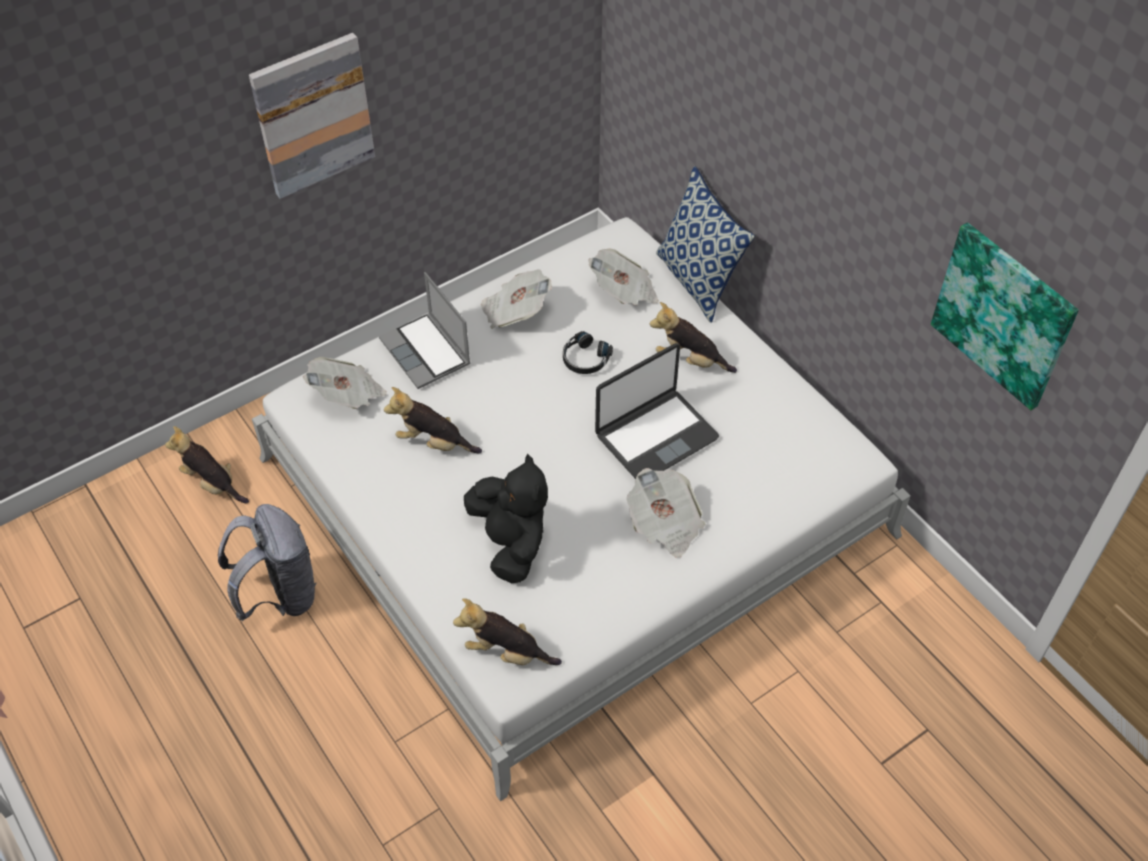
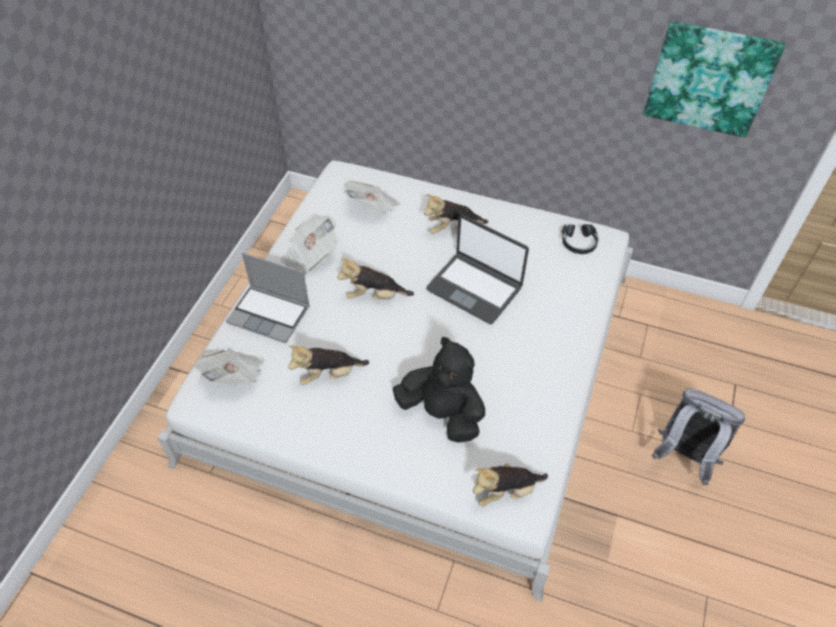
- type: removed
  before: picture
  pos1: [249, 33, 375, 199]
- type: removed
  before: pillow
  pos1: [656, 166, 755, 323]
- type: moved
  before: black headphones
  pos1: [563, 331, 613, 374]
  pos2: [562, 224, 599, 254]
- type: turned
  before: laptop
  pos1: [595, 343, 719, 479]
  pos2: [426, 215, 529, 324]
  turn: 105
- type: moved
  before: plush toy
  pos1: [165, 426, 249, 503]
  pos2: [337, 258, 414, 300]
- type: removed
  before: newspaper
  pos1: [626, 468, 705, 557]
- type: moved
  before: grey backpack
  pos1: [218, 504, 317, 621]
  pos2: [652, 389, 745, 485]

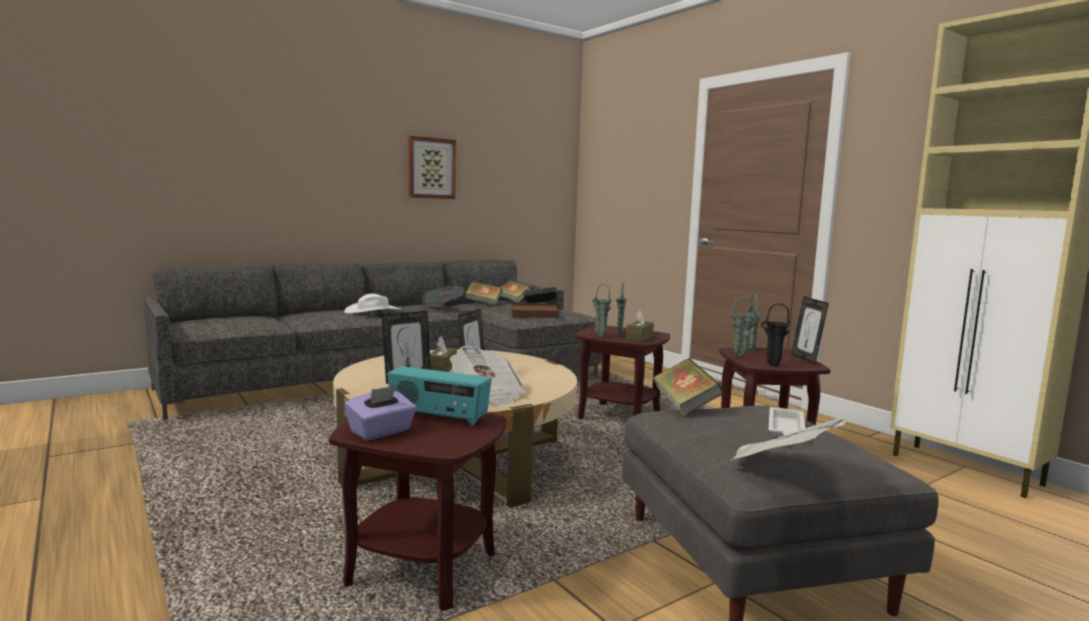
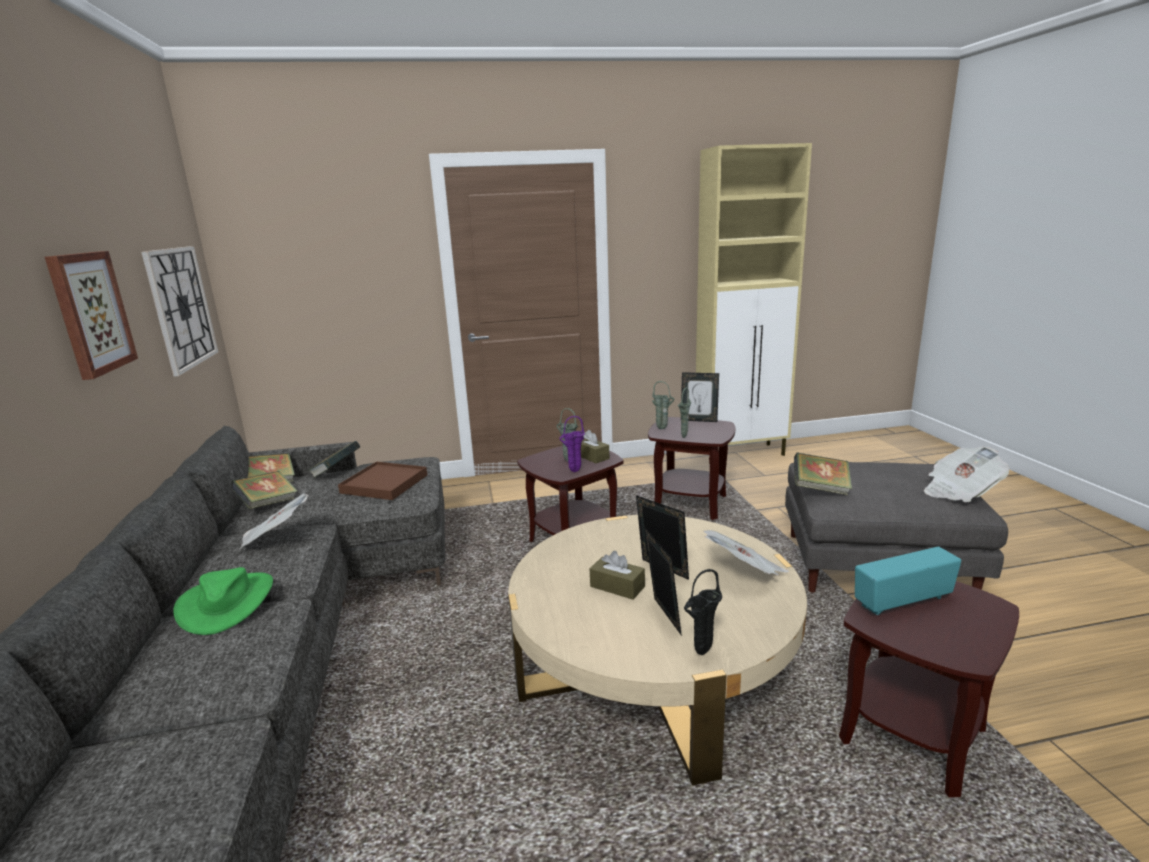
- type: recoloured
  before: green vase
  after: purple vase
  pos1: [592, 283, 612, 337]
  pos2: [559, 416, 585, 472]
- type: recoloured
  before: white hat
  after: green hat
  pos1: [344, 293, 401, 314]
  pos2: [173, 567, 273, 635]
- type: moved
  before: black vase
  pos1: [761, 303, 790, 366]
  pos2: [684, 569, 722, 655]
- type: turned
  before: radio
  pos1: [388, 366, 492, 426]
  pos2: [855, 547, 961, 615]
  turn: -150
- type: removed
  before: purple tissue box
  pos1: [344, 385, 416, 440]
- type: removed
  before: white tray
  pos1: [769, 407, 805, 437]
- type: added
  after: wall clock
  pos2: [141, 246, 218, 377]

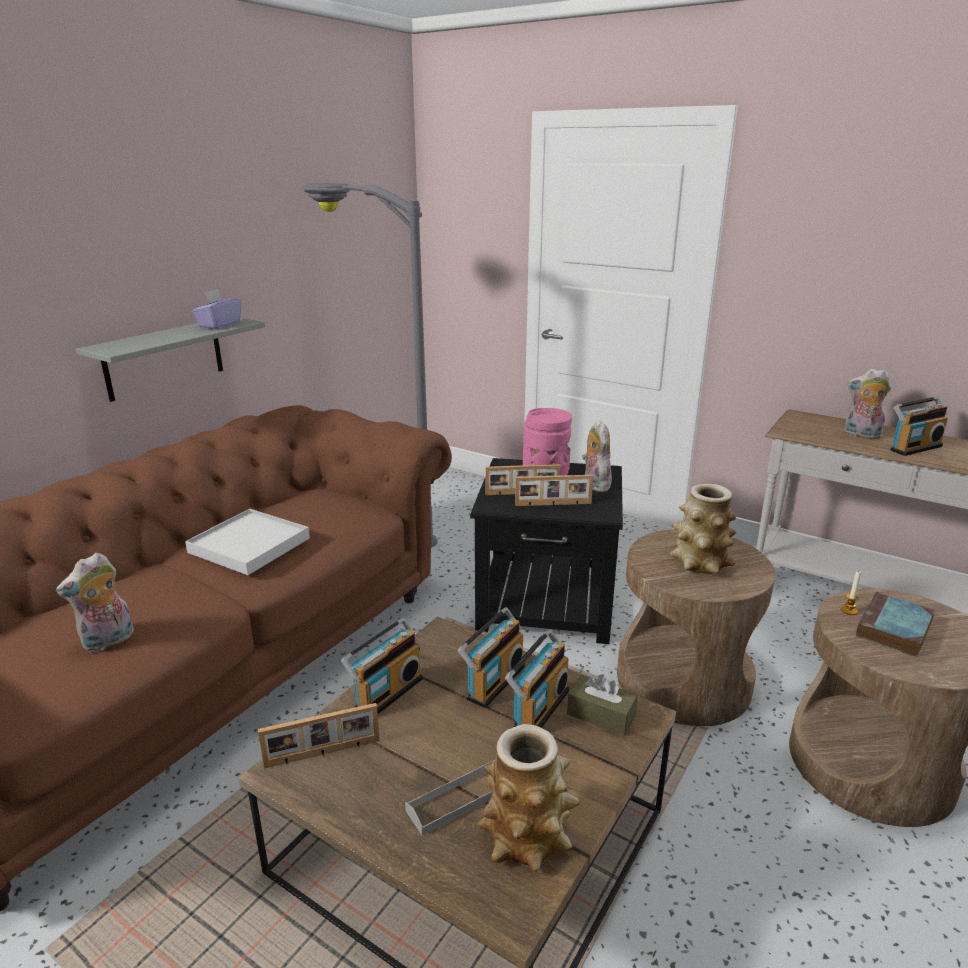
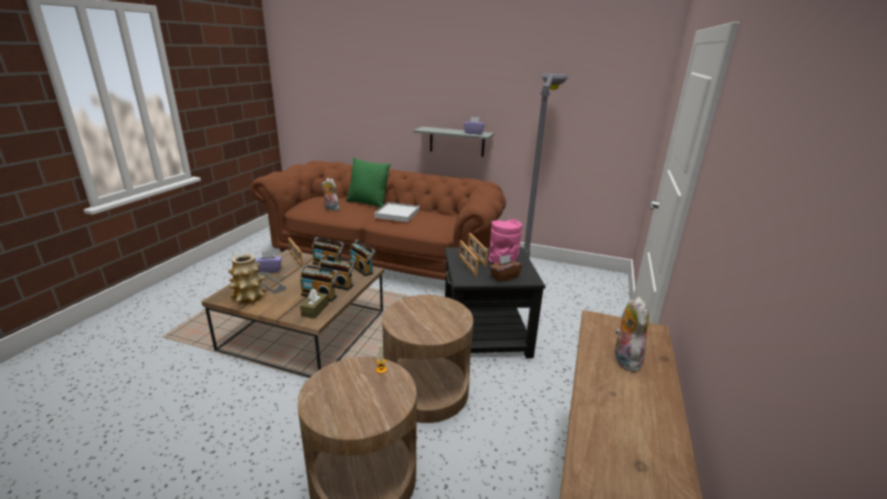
- type: moved
  before: radio
  pos1: [890, 396, 948, 456]
  pos2: [350, 239, 376, 276]
- type: replaced
  before: plush toy
  after: brown tissue box
  pos1: [582, 420, 612, 492]
  pos2: [489, 255, 522, 282]
- type: removed
  before: vase
  pos1: [670, 484, 736, 574]
- type: removed
  before: book
  pos1: [856, 592, 934, 657]
- type: added
  after: green pillow
  pos2: [346, 157, 391, 208]
- type: added
  after: purple tissue box
  pos2: [255, 251, 282, 273]

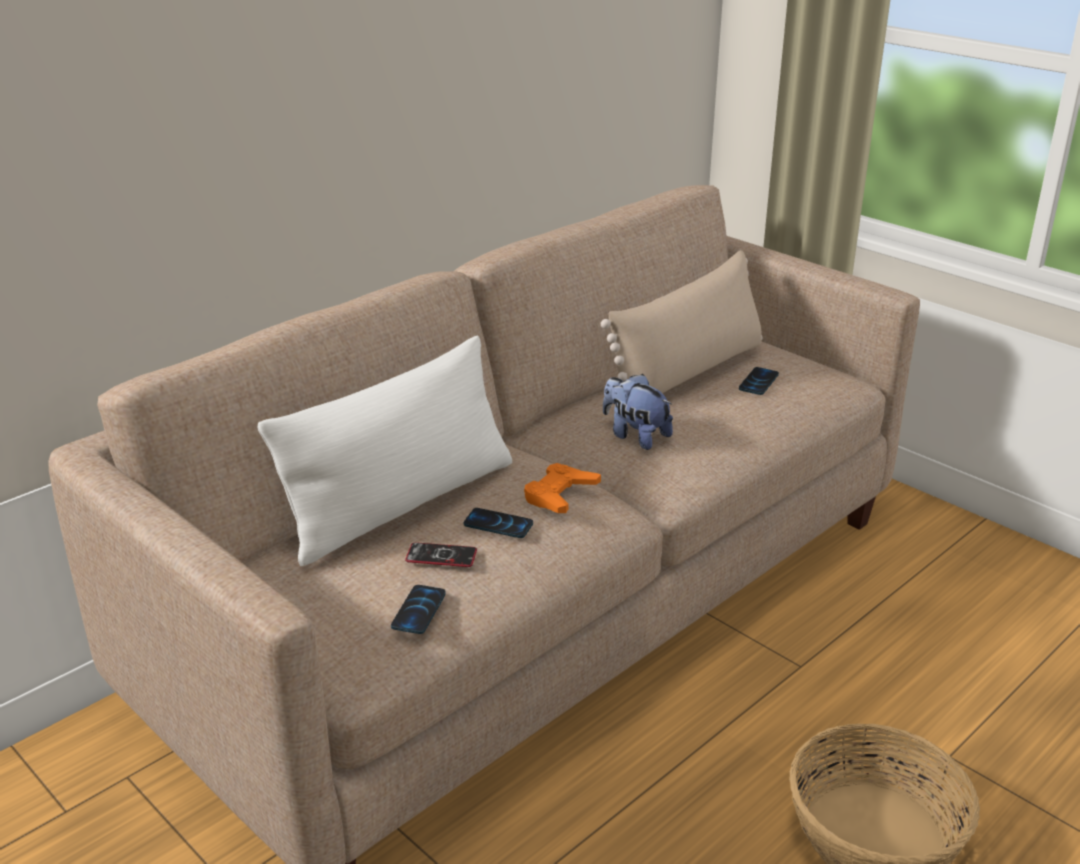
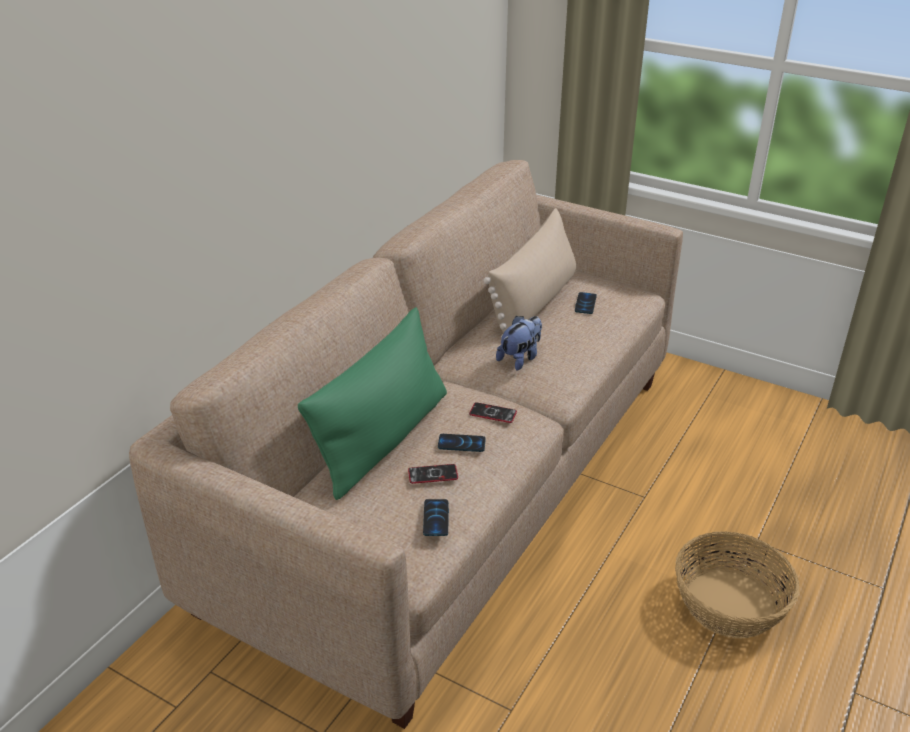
- type: recoloured
  before: white pillow
  after: green pillow
  pos1: [258, 335, 512, 566]
  pos2: [298, 307, 447, 500]
- type: turned
  before: plush toy
  pos1: [603, 374, 673, 450]
  pos2: [496, 316, 542, 371]
  turn: 105
- type: replaced
  before: orange game controller
  after: phone
  pos1: [524, 463, 601, 513]
  pos2: [469, 402, 517, 423]

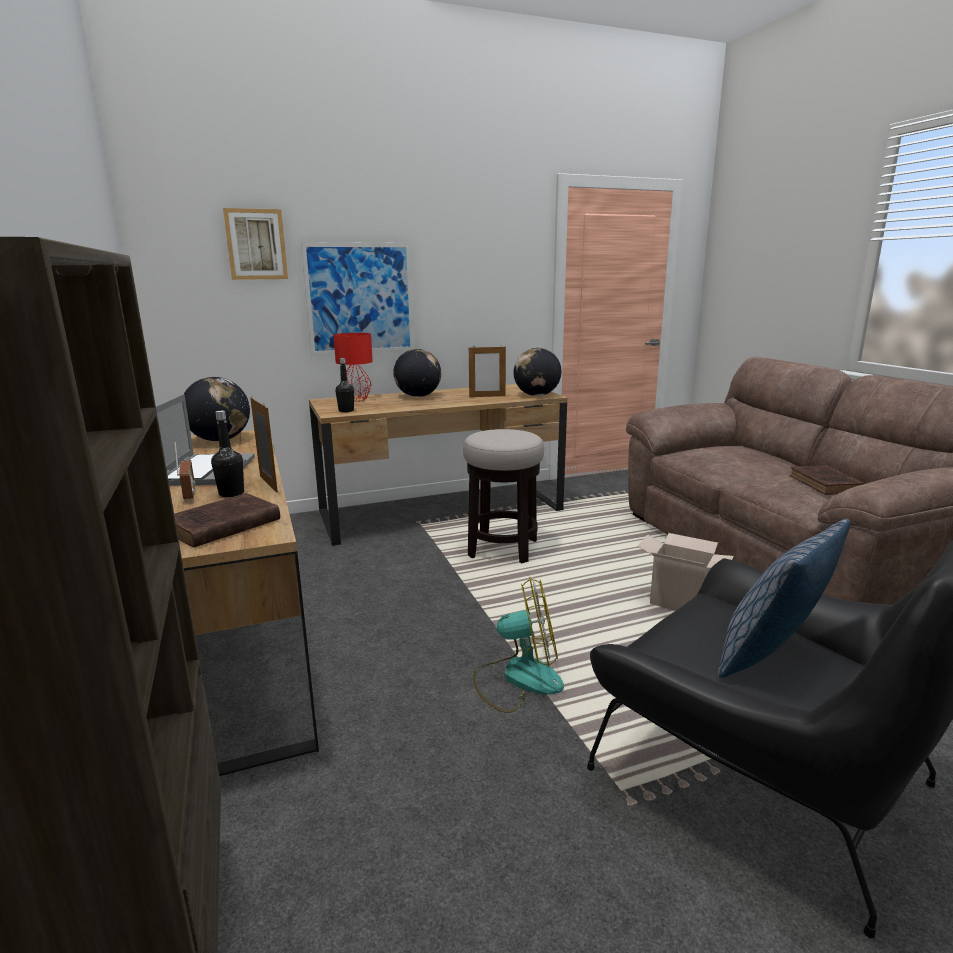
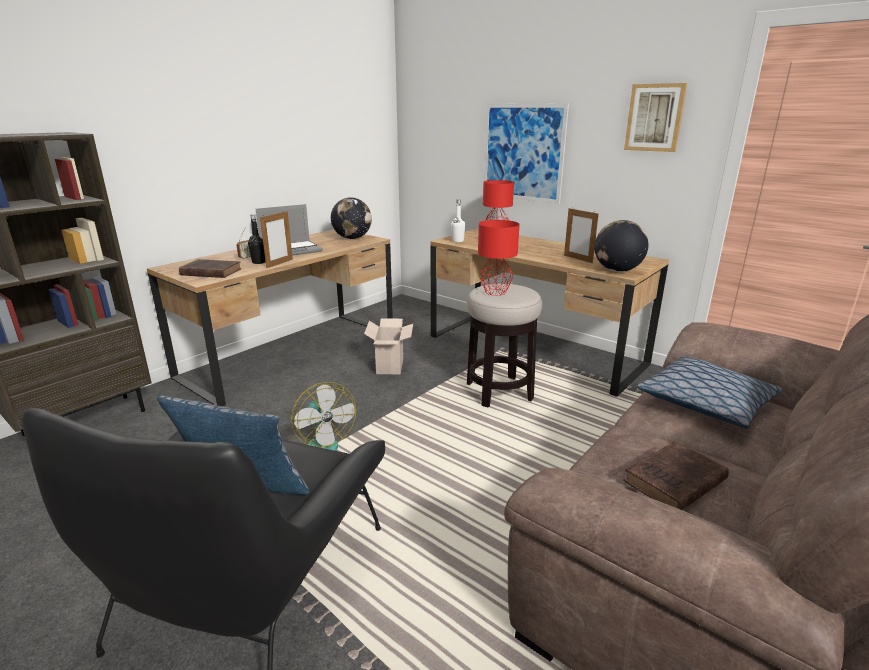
- type: moved
  before: picture
  pos1: [223, 208, 288, 280]
  pos2: [624, 83, 687, 152]
- type: removed
  before: globe
  pos1: [393, 349, 441, 397]
- type: recoloured
  before: black bottle
  after: white bottle
  pos1: [335, 358, 354, 413]
  pos2: [451, 199, 465, 242]
- type: moved
  before: cardboard box
  pos1: [638, 533, 734, 610]
  pos2: [364, 318, 413, 374]
- type: added
  after: red table lamp
  pos2: [478, 220, 520, 296]
- type: added
  after: pillow
  pos2: [637, 357, 783, 429]

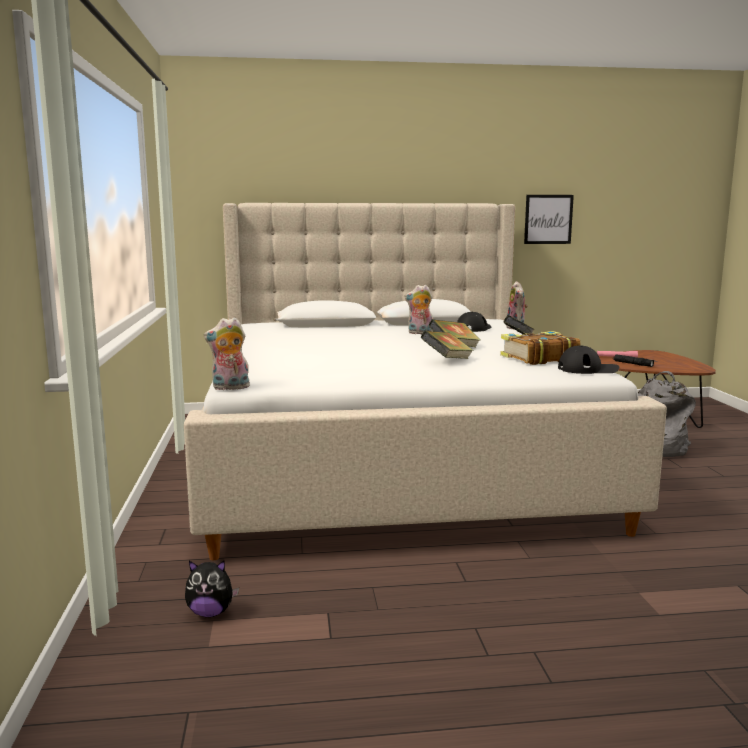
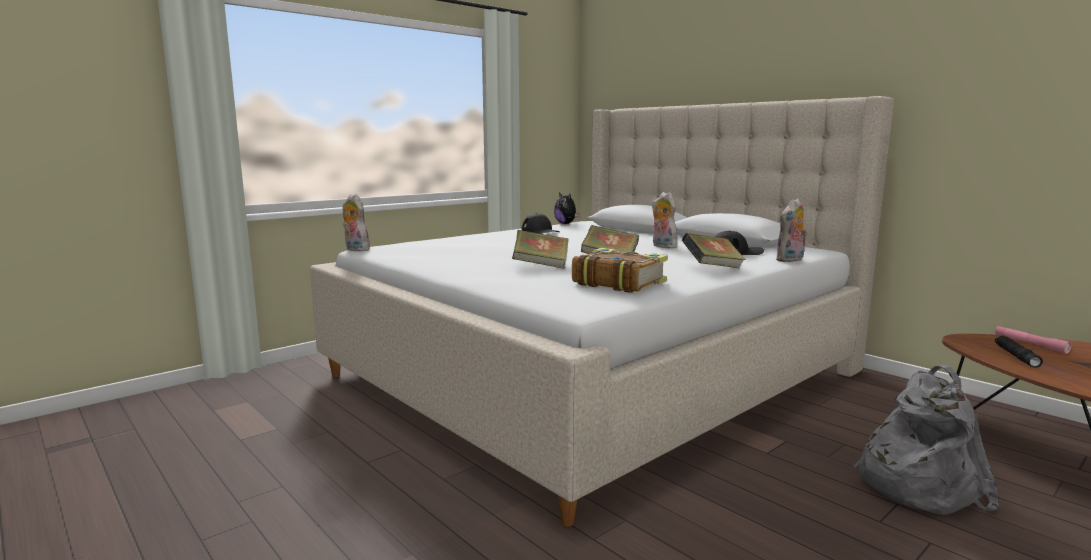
- type: removed
  before: picture
  pos1: [524, 195, 574, 244]
- type: moved
  before: black cap
  pos1: [558, 345, 619, 374]
  pos2: [521, 213, 559, 234]
- type: moved
  before: plush toy
  pos1: [185, 561, 239, 617]
  pos2: [554, 192, 580, 224]

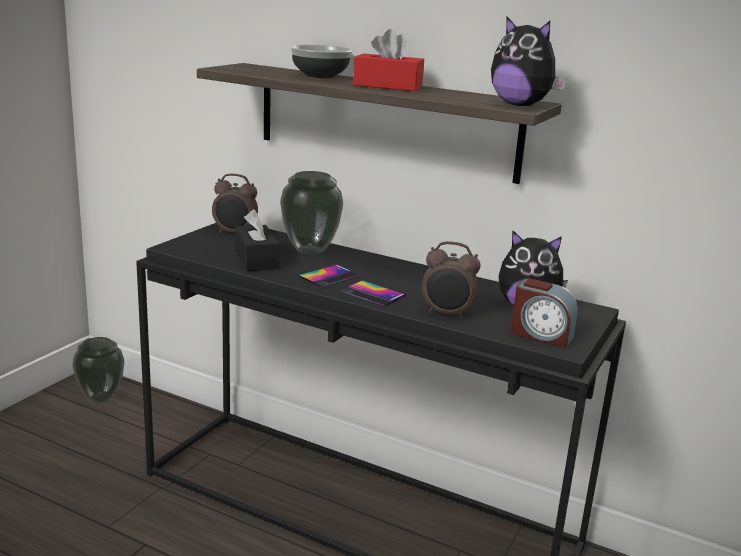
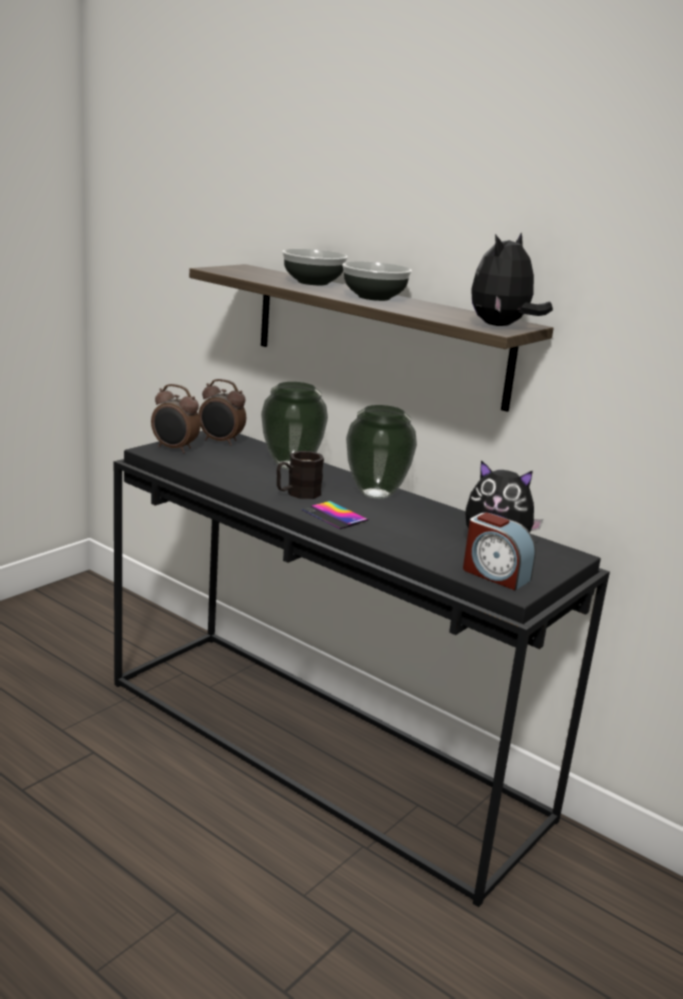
- type: turned
  before: plush toy
  pos1: [491, 17, 567, 106]
  pos2: [471, 233, 553, 326]
  turn: 75
- type: replaced
  before: red tissue box
  after: bowl
  pos1: [353, 29, 424, 91]
  pos2: [342, 261, 412, 301]
- type: removed
  before: black tissue box
  pos1: [235, 209, 279, 271]
- type: moved
  before: alarm clock
  pos1: [422, 241, 481, 319]
  pos2: [151, 384, 200, 453]
- type: replaced
  before: phone
  after: black mug
  pos1: [298, 265, 360, 287]
  pos2: [277, 451, 324, 499]
- type: moved
  before: vase
  pos1: [72, 337, 125, 403]
  pos2: [346, 405, 417, 499]

